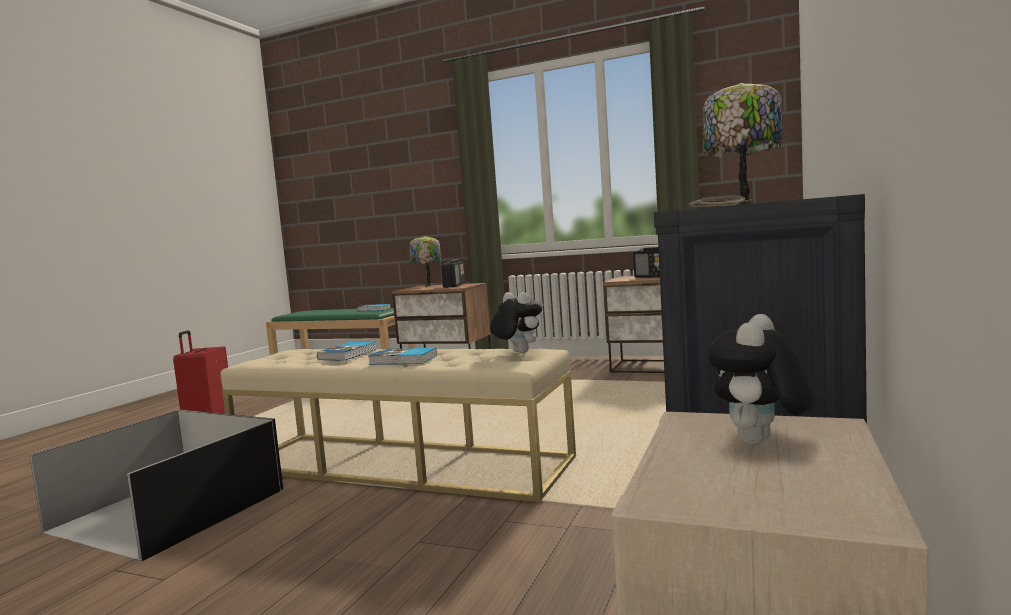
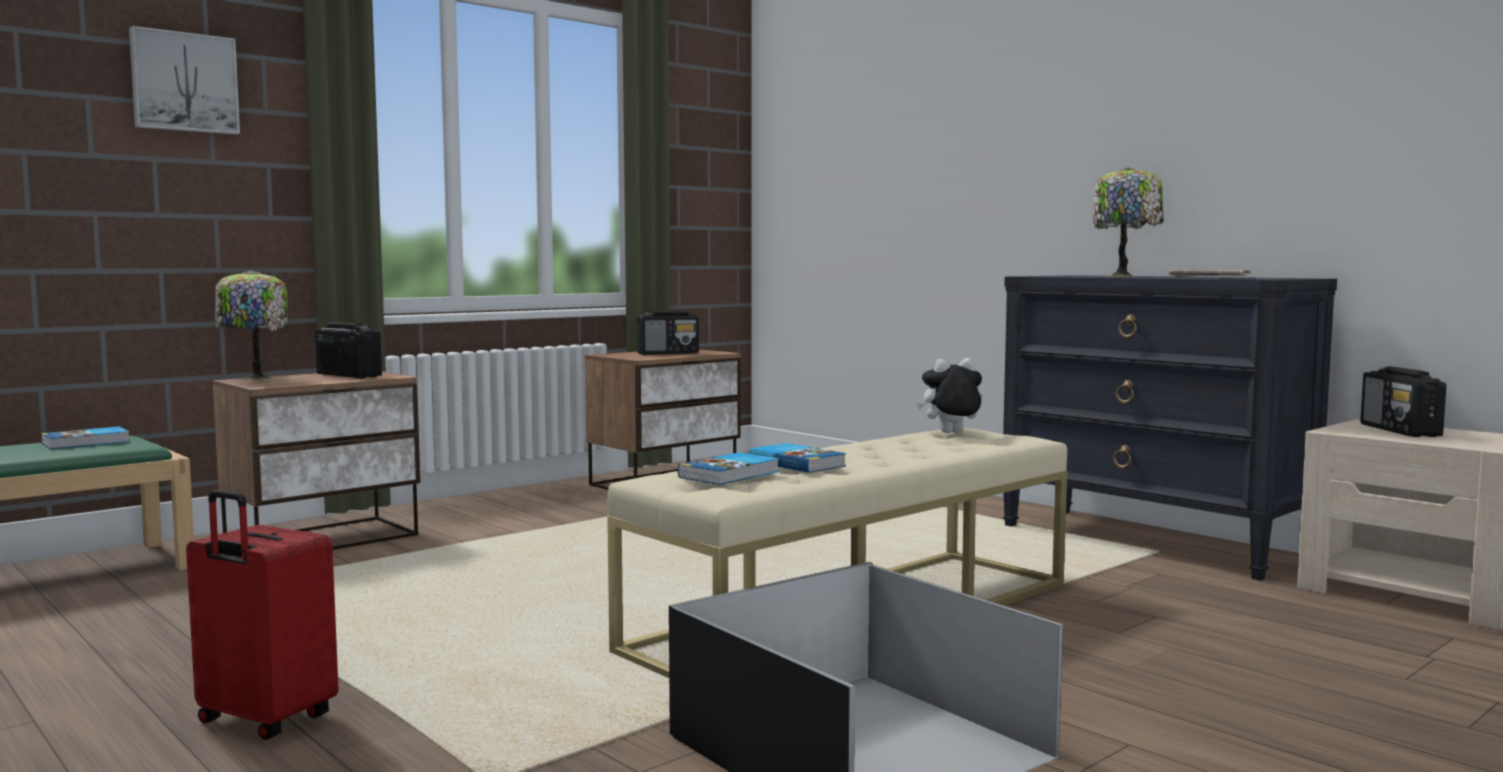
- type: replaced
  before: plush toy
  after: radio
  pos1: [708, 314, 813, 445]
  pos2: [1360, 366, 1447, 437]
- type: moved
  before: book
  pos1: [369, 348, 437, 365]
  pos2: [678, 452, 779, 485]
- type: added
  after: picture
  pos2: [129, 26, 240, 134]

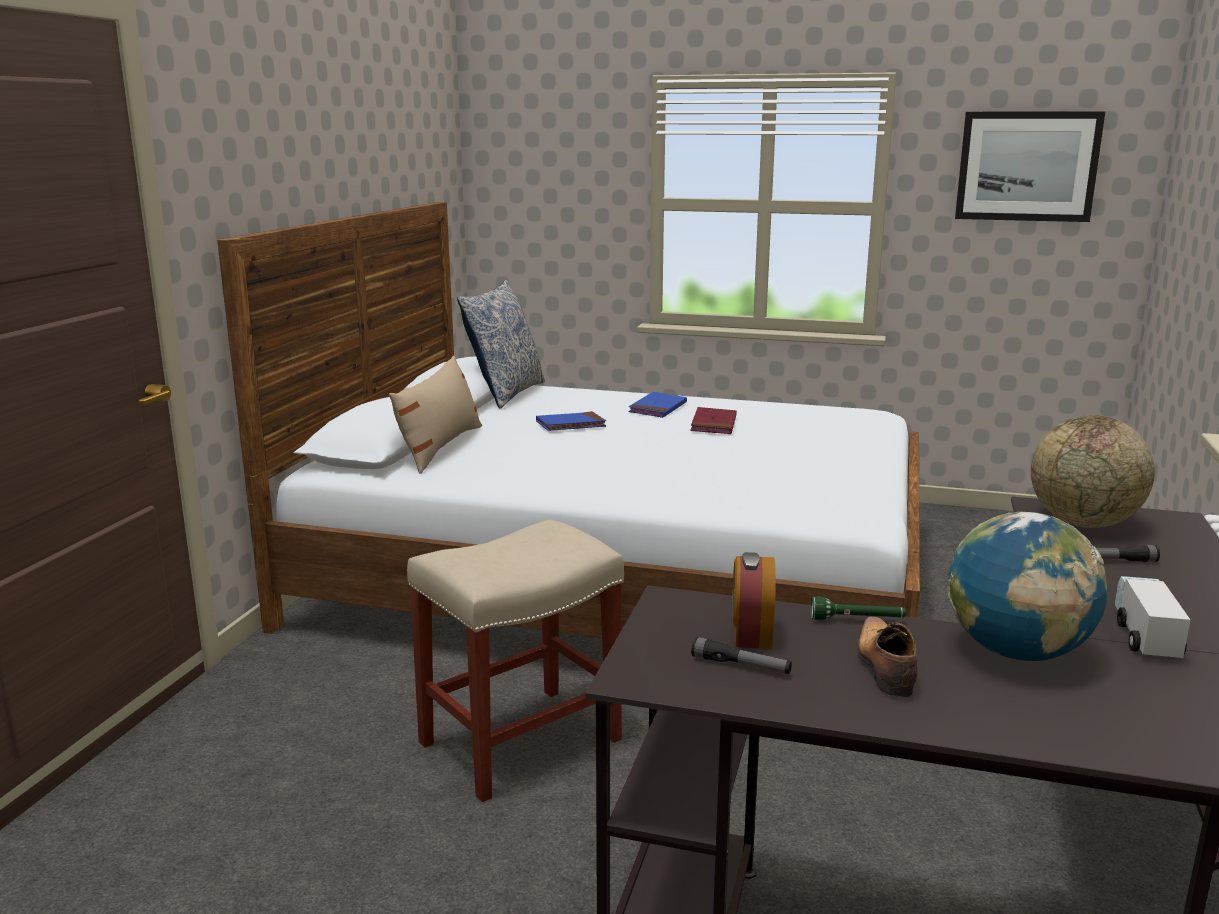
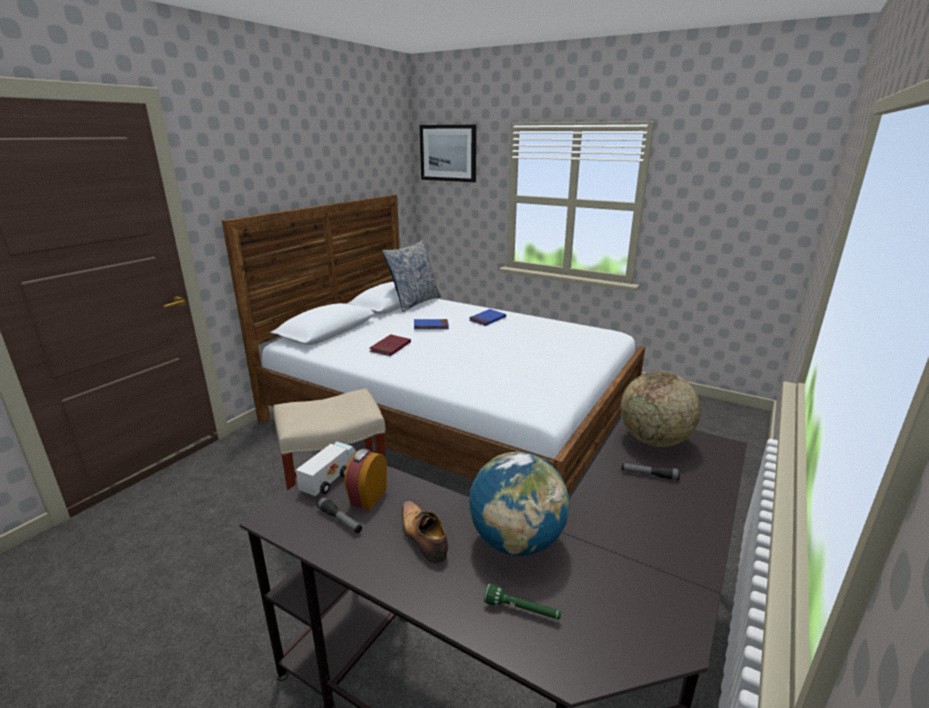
- type: moved
  before: picture
  pos1: [955, 111, 1105, 222]
  pos2: [420, 125, 476, 182]
- type: removed
  before: beige pillow
  pos1: [389, 356, 482, 474]
- type: moved
  before: red book
  pos1: [690, 407, 737, 434]
  pos2: [370, 334, 411, 356]
- type: moved
  before: toy truck
  pos1: [1115, 576, 1191, 658]
  pos2: [296, 442, 356, 496]
- type: moved
  before: green flashlight
  pos1: [811, 597, 906, 620]
  pos2: [484, 583, 561, 620]
- type: turned
  before: shoe
  pos1: [857, 617, 918, 697]
  pos2: [402, 501, 448, 564]
  turn: -45

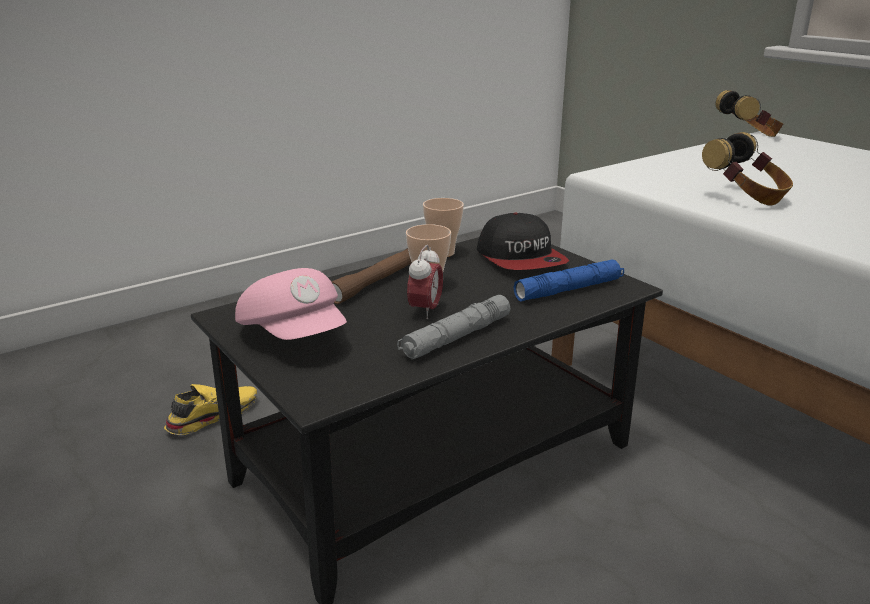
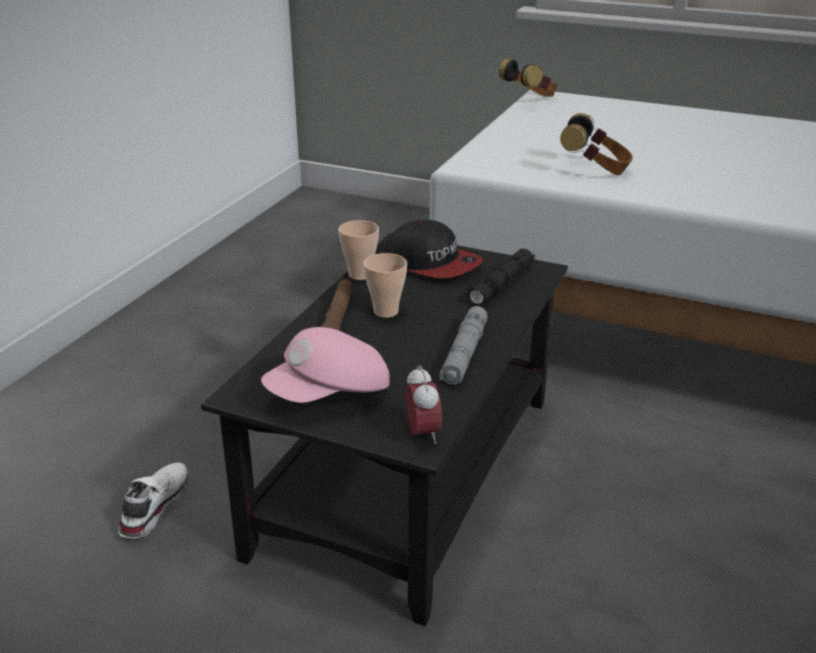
- type: moved
  before: alarm clock
  pos1: [407, 245, 443, 319]
  pos2: [406, 366, 442, 444]
- type: recoloured
  before: blue flashlight
  after: black flashlight
  pos1: [514, 259, 624, 301]
  pos2: [467, 249, 535, 306]
- type: turned
  before: pink cap
  pos1: [235, 268, 347, 340]
  pos2: [261, 327, 390, 403]
  turn: 120
- type: recoloured
  before: yellow shoe
  after: white shoe
  pos1: [164, 384, 257, 435]
  pos2: [118, 462, 188, 539]

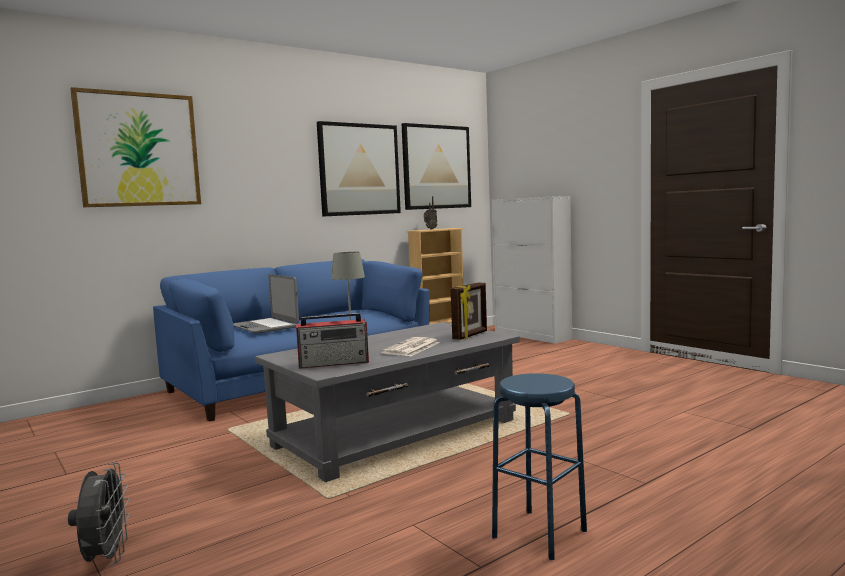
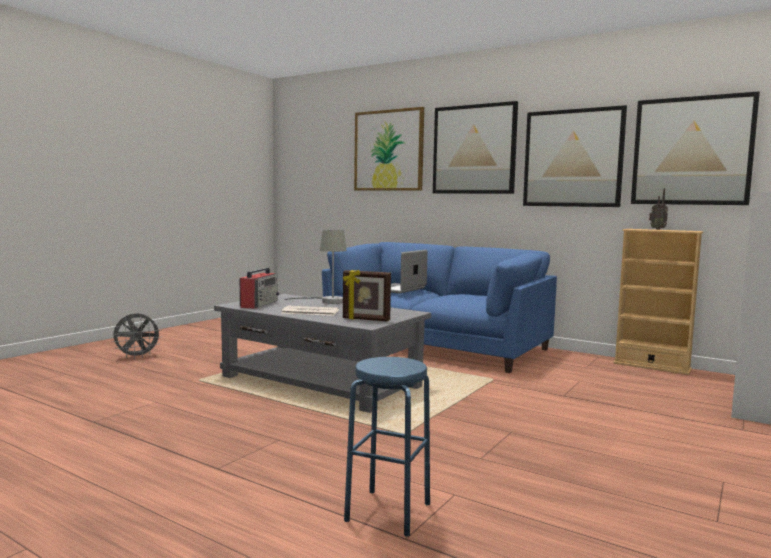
- type: turned
  before: radio
  pos1: [296, 312, 369, 369]
  pos2: [240, 266, 280, 309]
  turn: -135
- type: moved
  before: blue stool
  pos1: [492, 373, 587, 560]
  pos2: [344, 357, 430, 537]
- type: added
  after: picture
  pos2: [433, 101, 518, 194]

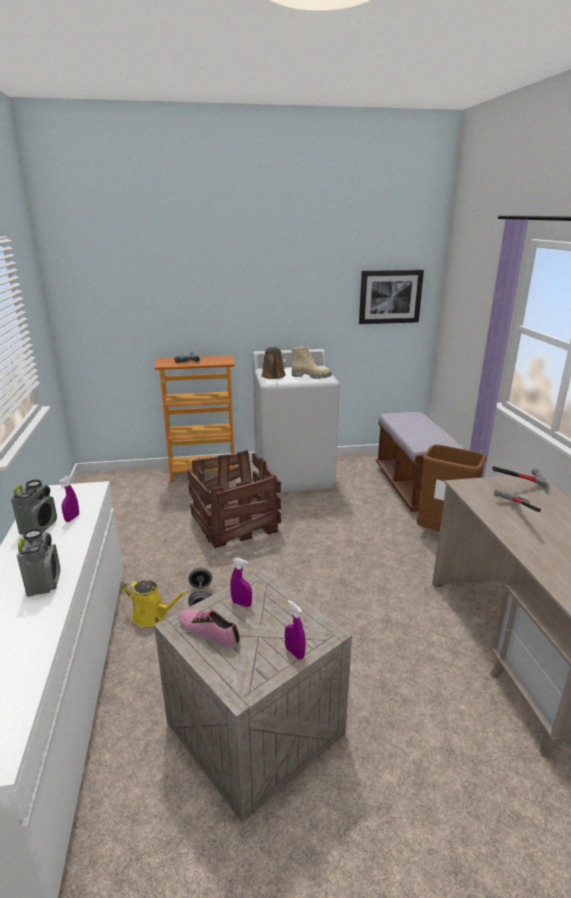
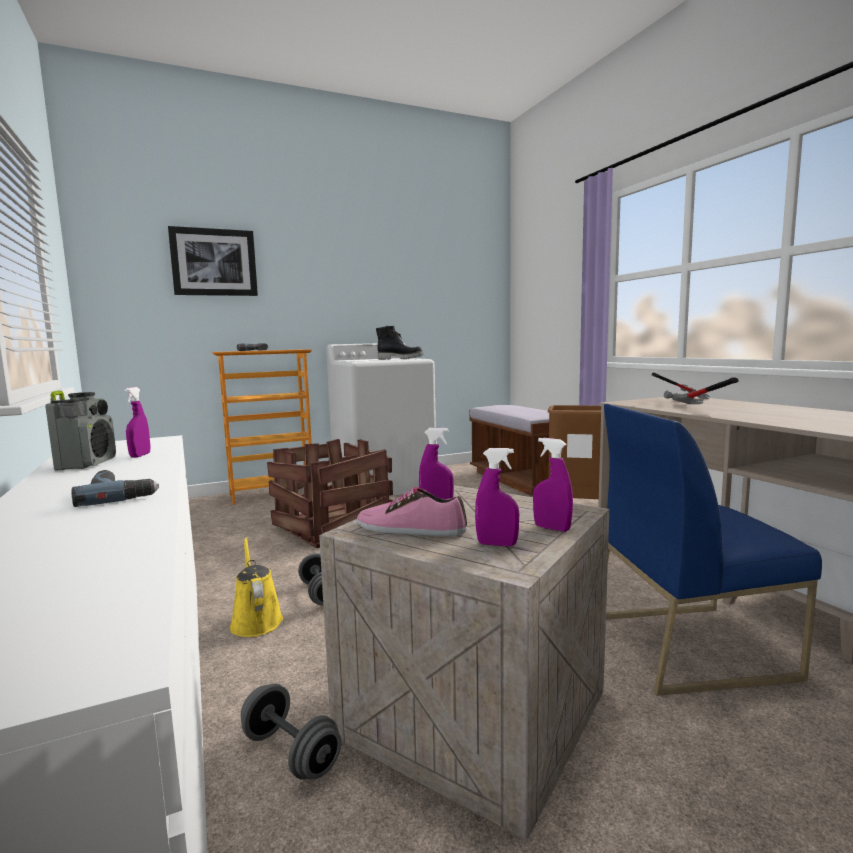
- type: moved
  before: picture
  pos1: [359, 270, 424, 324]
  pos2: [168, 226, 258, 296]
- type: removed
  before: brown watering can
  pos1: [261, 346, 286, 379]
- type: recoloured
  before: beige boot
  after: black boot
  pos1: [291, 346, 332, 379]
  pos2: [376, 325, 424, 360]
- type: replaced
  before: radio
  after: power drill
  pos1: [17, 528, 60, 596]
  pos2: [71, 470, 159, 507]
- type: turned
  before: yellow watering can
  pos1: [122, 580, 189, 627]
  pos2: [230, 537, 283, 637]
  turn: -120
- type: added
  after: blue chair
  pos2: [604, 404, 822, 696]
- type: added
  after: purple spray bottle
  pos2: [475, 448, 519, 547]
- type: added
  after: grey dumbbell
  pos2: [241, 684, 341, 780]

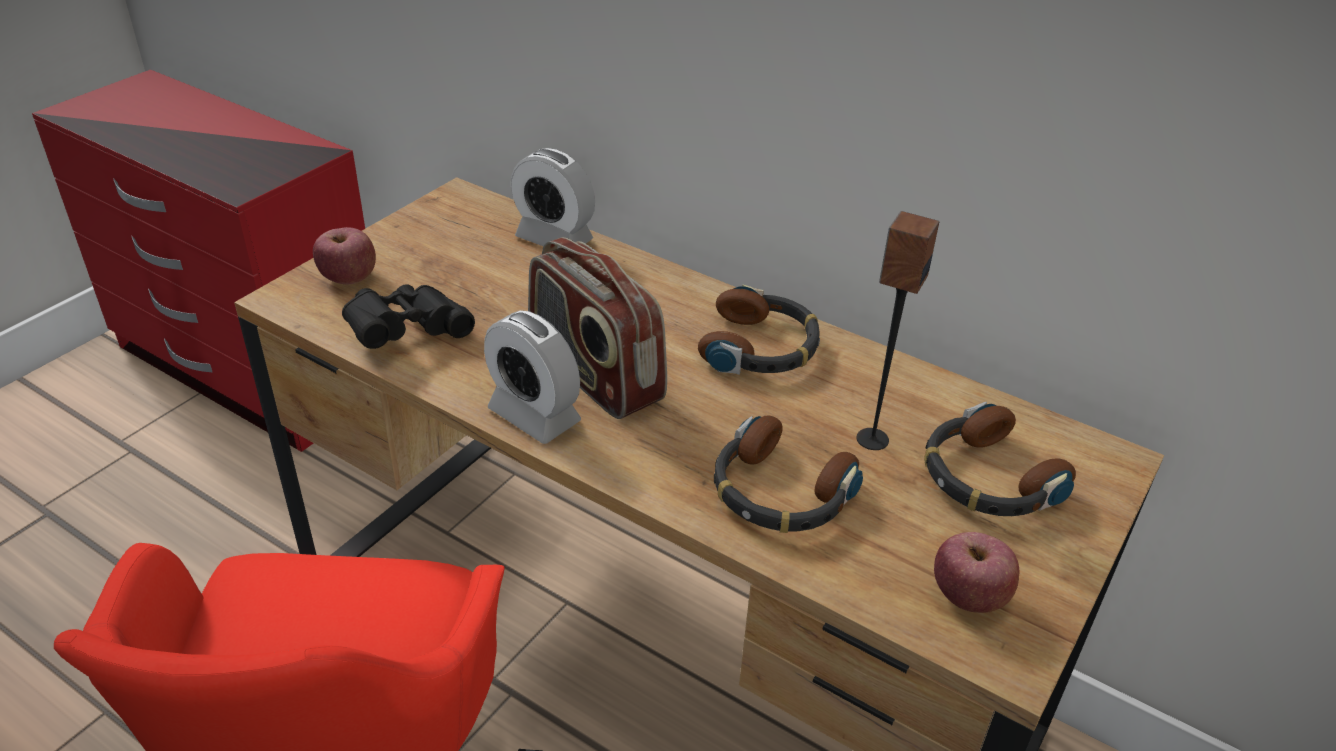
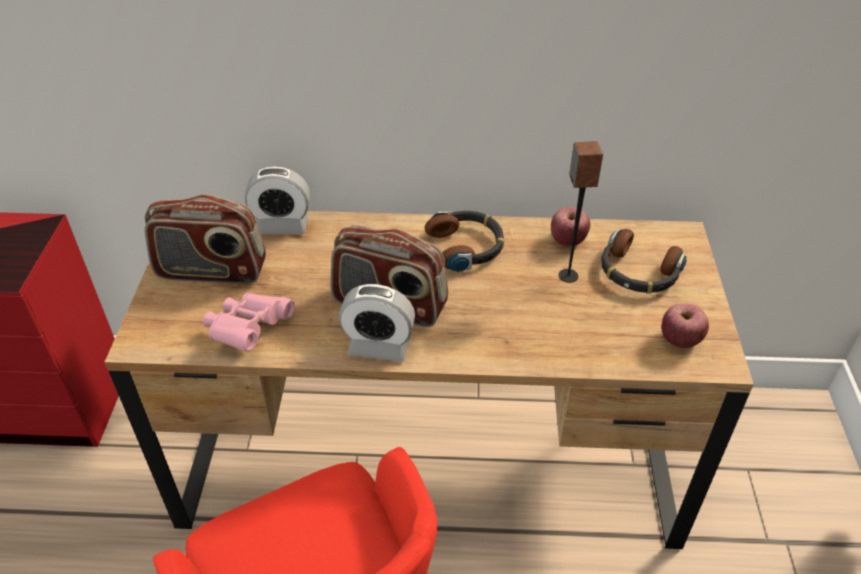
- type: moved
  before: apple
  pos1: [313, 227, 376, 284]
  pos2: [551, 207, 590, 246]
- type: recoloured
  before: black binoculars
  after: pink binoculars
  pos1: [342, 284, 475, 349]
  pos2: [203, 293, 295, 352]
- type: removed
  before: headphones
  pos1: [714, 416, 863, 533]
- type: added
  after: radio
  pos2: [145, 194, 266, 284]

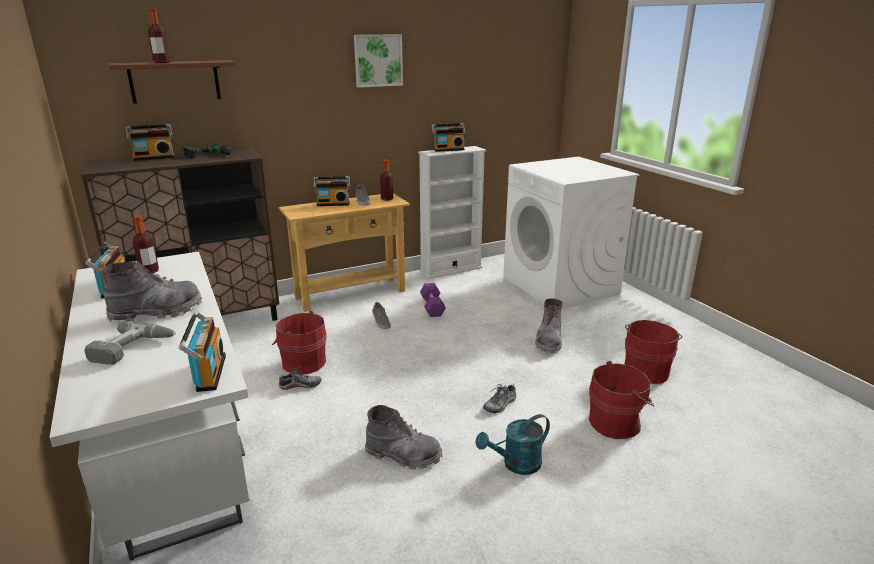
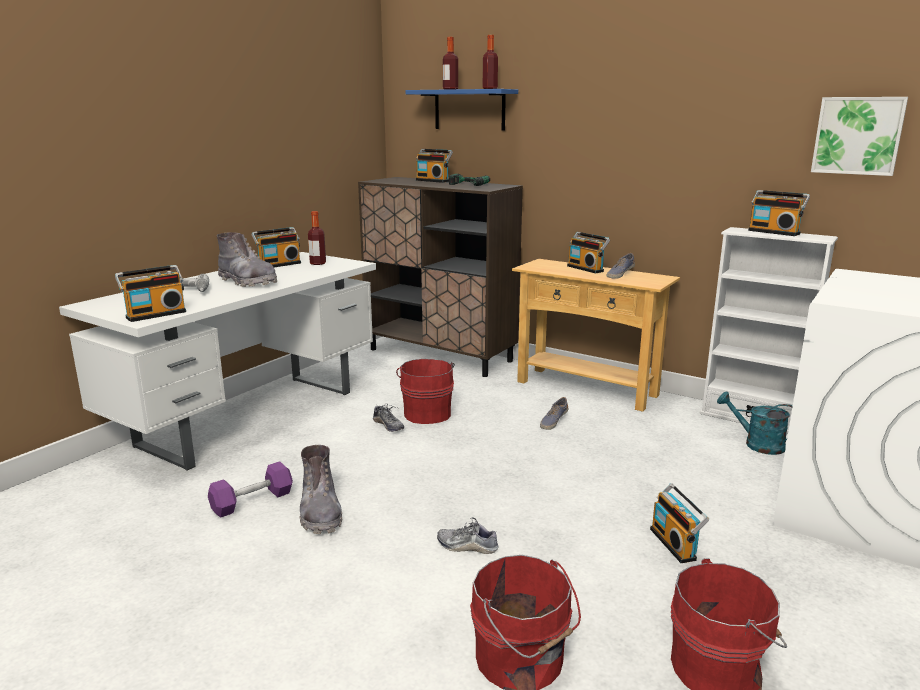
- type: moved
  before: picture
  pos1: [354, 34, 403, 88]
  pos2: [811, 97, 908, 176]
- type: recoloured
  before: brown shelf
  after: blue shelf
  pos1: [108, 60, 235, 104]
  pos2: [406, 89, 518, 131]
- type: moved
  before: bottle
  pos1: [380, 160, 393, 201]
  pos2: [483, 35, 498, 89]
- type: moved
  before: purple dumbbell
  pos1: [420, 283, 446, 317]
  pos2: [208, 461, 293, 518]
- type: replaced
  before: grey boot
  after: radio
  pos1: [535, 298, 563, 353]
  pos2: [650, 483, 709, 563]
- type: moved
  before: turquoise watering can
  pos1: [476, 414, 550, 475]
  pos2: [717, 391, 793, 455]

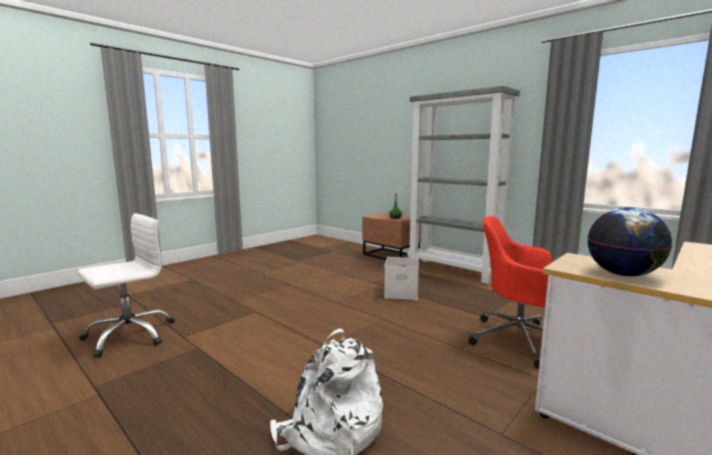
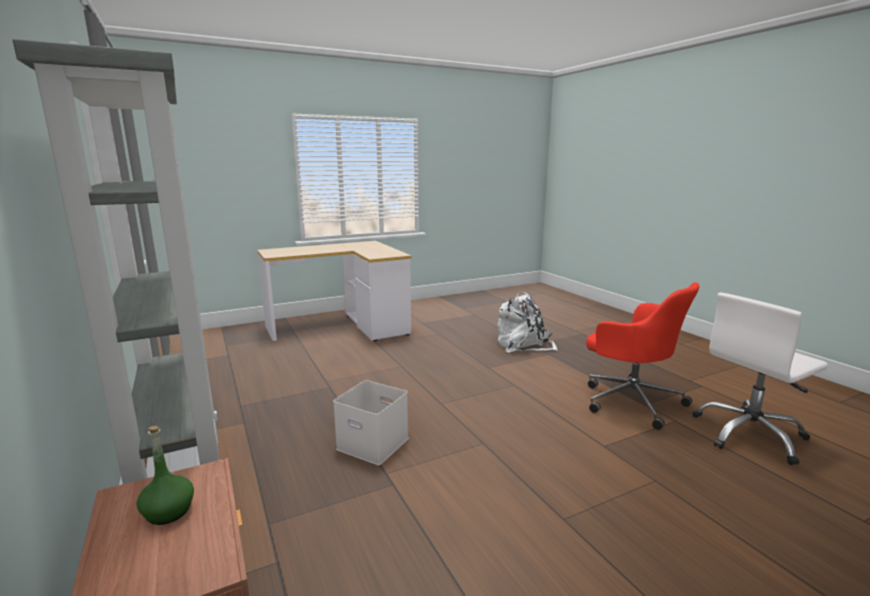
- type: removed
  before: globe
  pos1: [587, 207, 672, 276]
- type: moved
  before: red office chair
  pos1: [469, 216, 552, 369]
  pos2: [586, 282, 699, 430]

